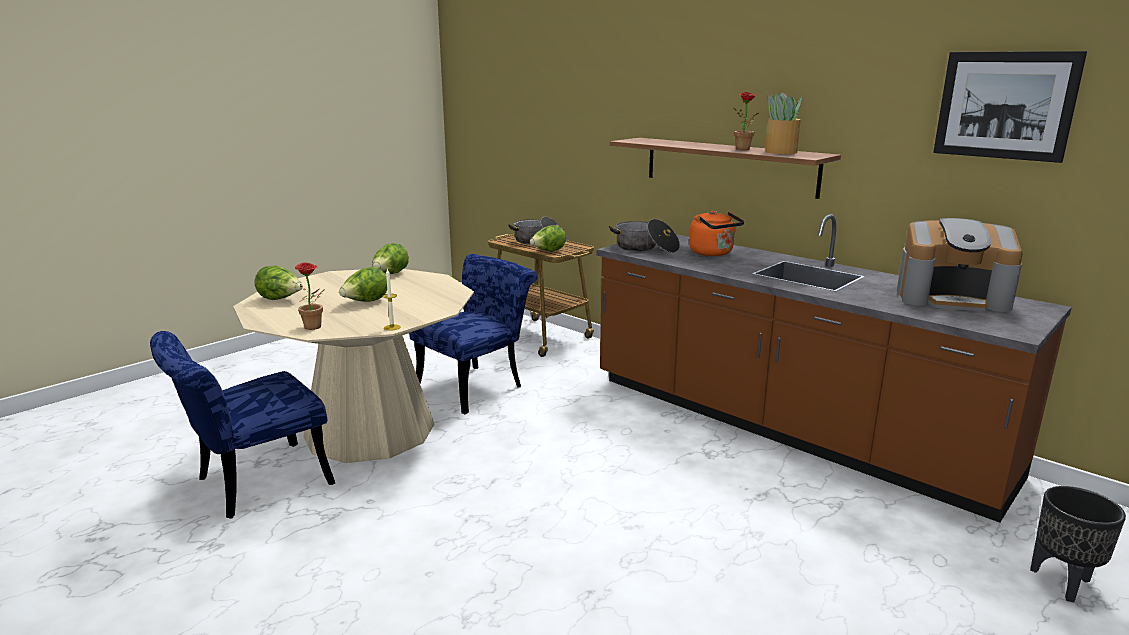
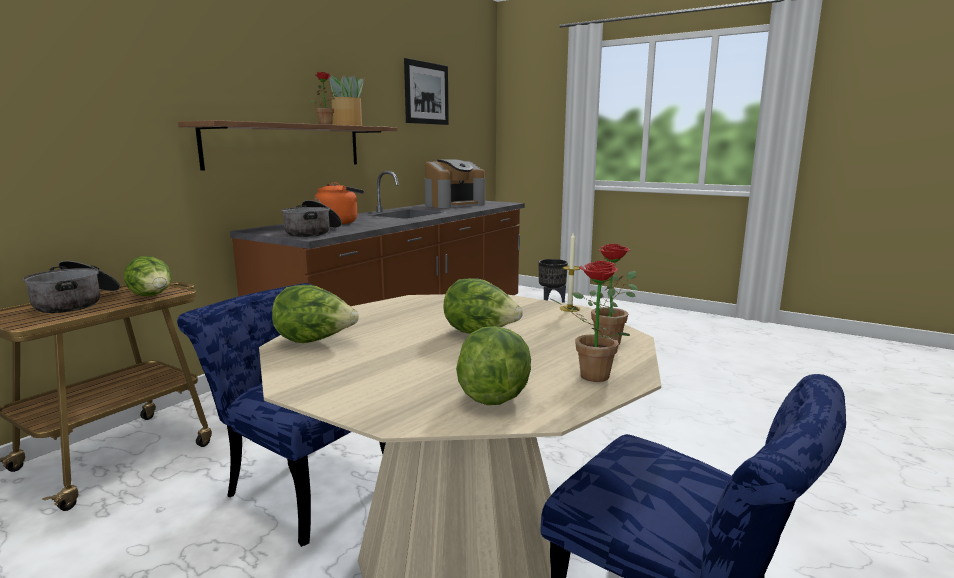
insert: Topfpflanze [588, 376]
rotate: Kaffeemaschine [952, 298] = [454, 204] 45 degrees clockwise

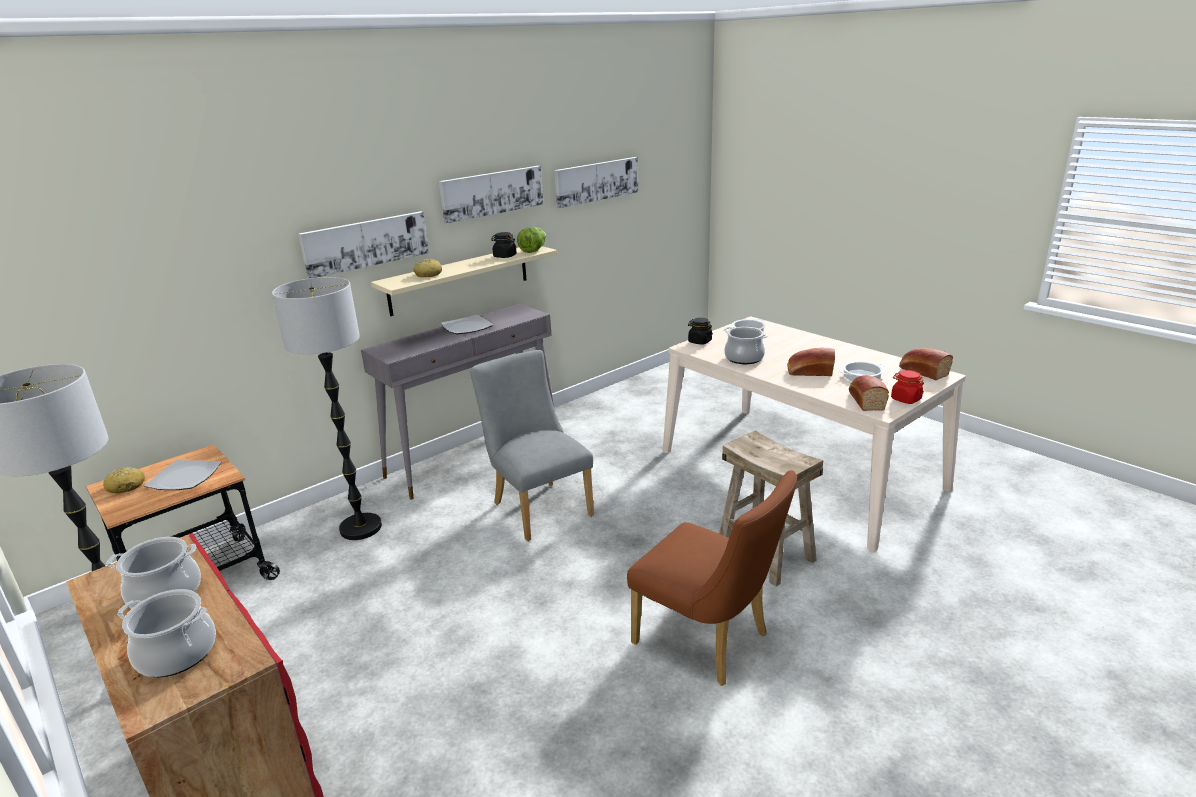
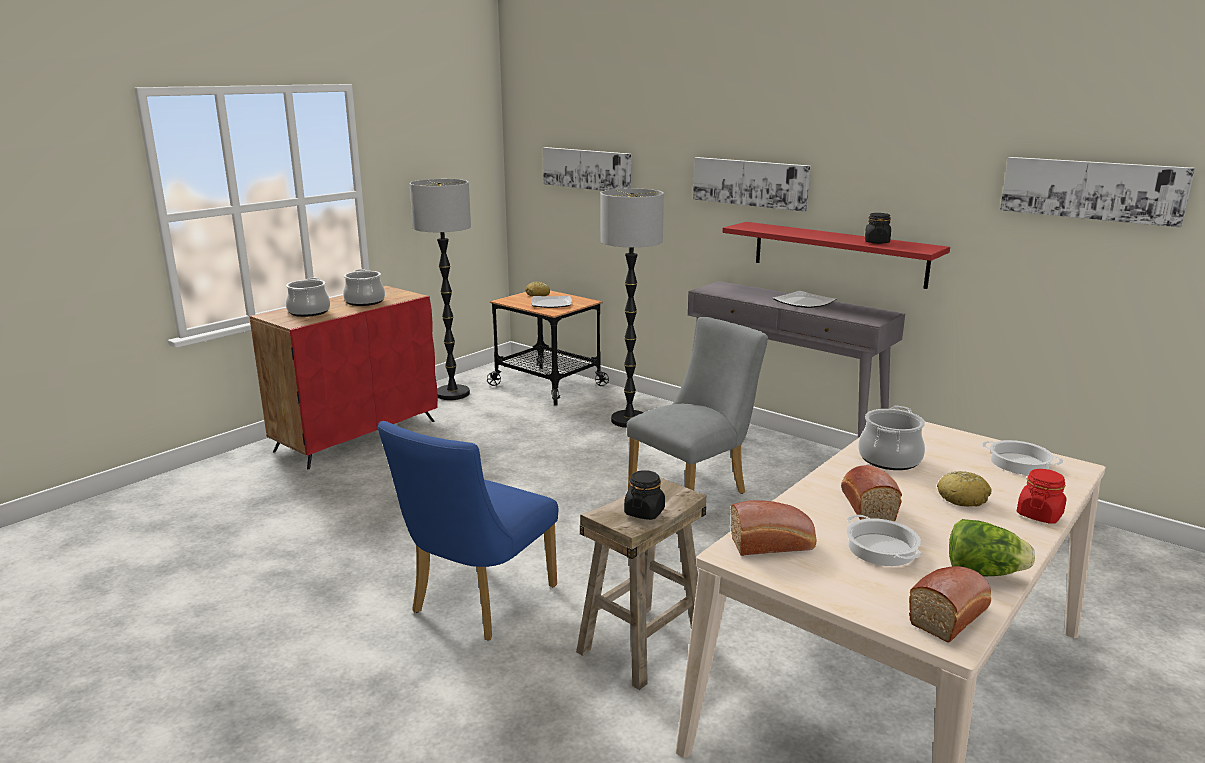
move: Bild [492, 193] to [587, 169]; Vorratsglas/schwarz [699, 341] to [644, 512]; Brot [428, 274] to [962, 498]; Salatkopf [533, 250] to [983, 573]; Vorratsglas/rot [905, 399] to [1039, 515]
recolor: Stuhl/braun [709, 642] to Stuhl/blau [477, 604]; Wandregal/beige [460, 279] to Wandregal/rot [838, 254]

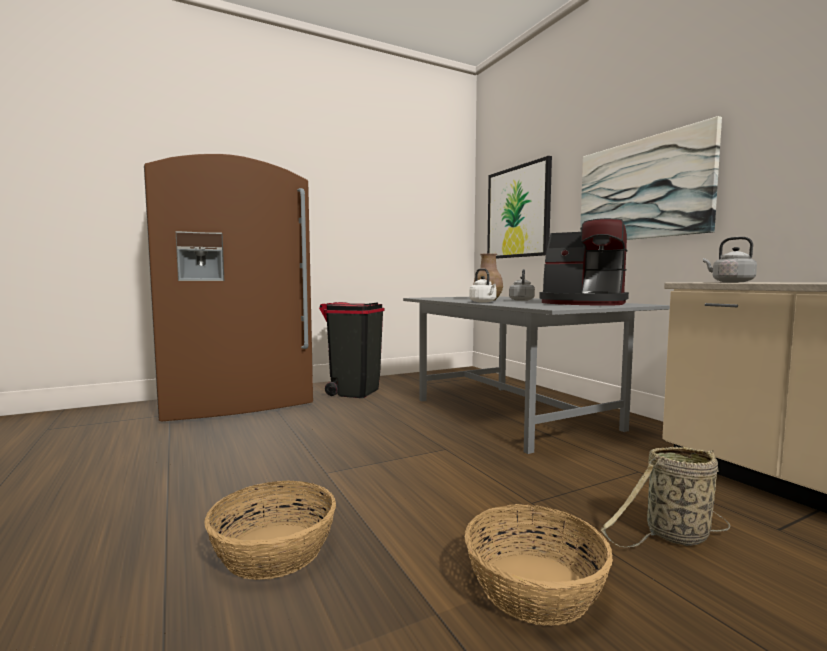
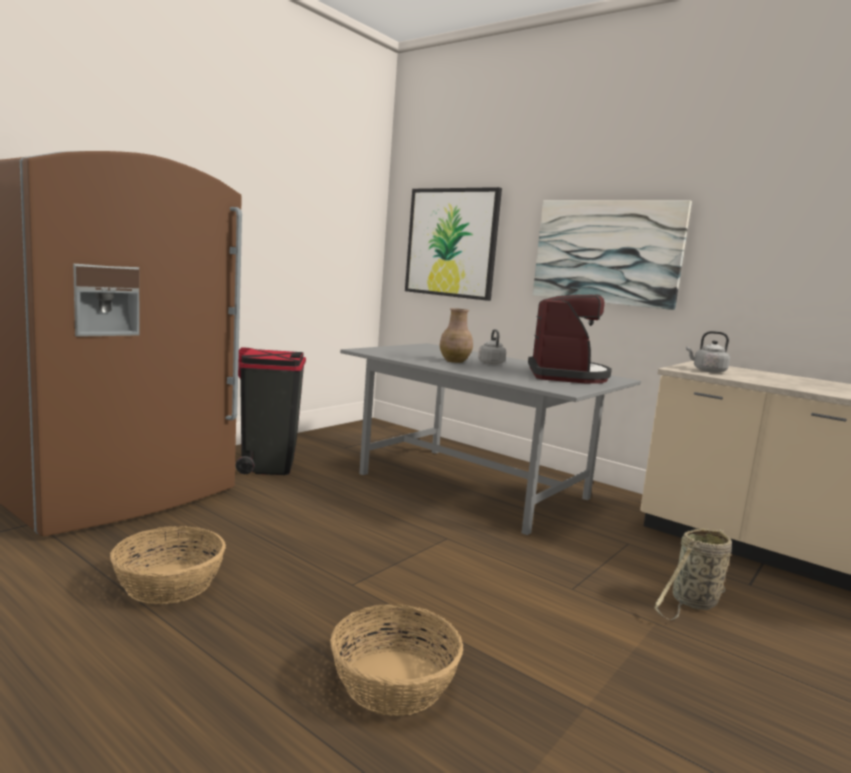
delete: Wasserkessel/weiß [483, 302]
move: Korb [533, 586] to [168, 583]
rotate: Kaffeemaschine [583, 303] = [566, 375] 90 degrees counterclockwise

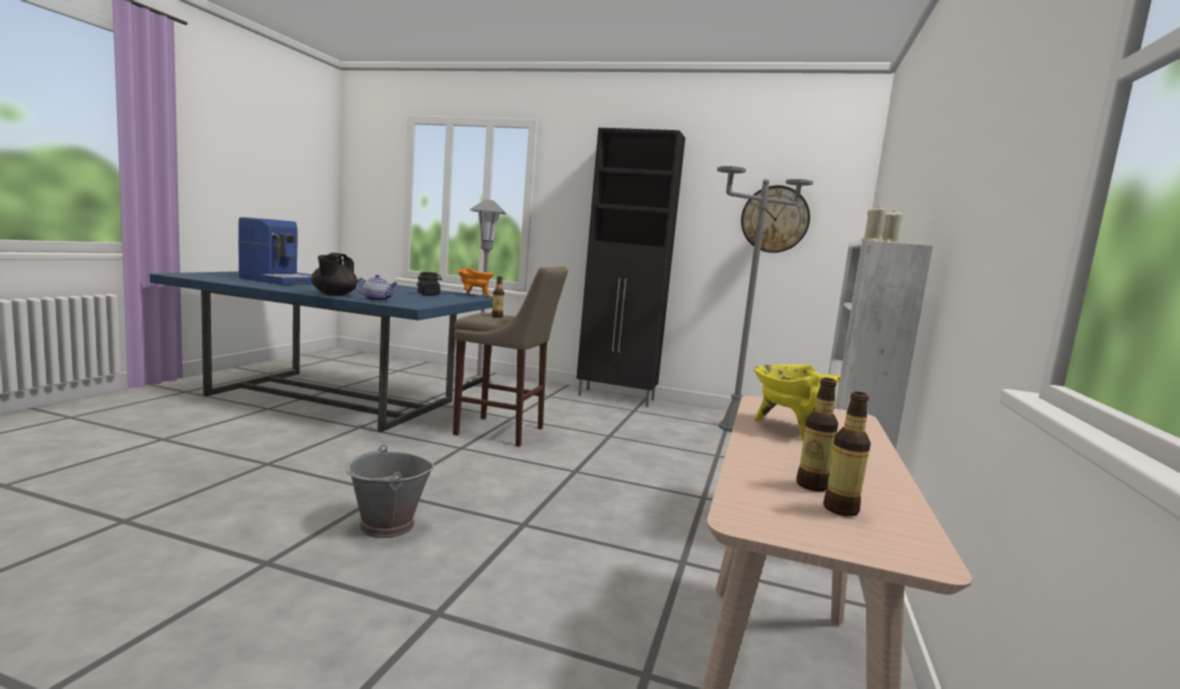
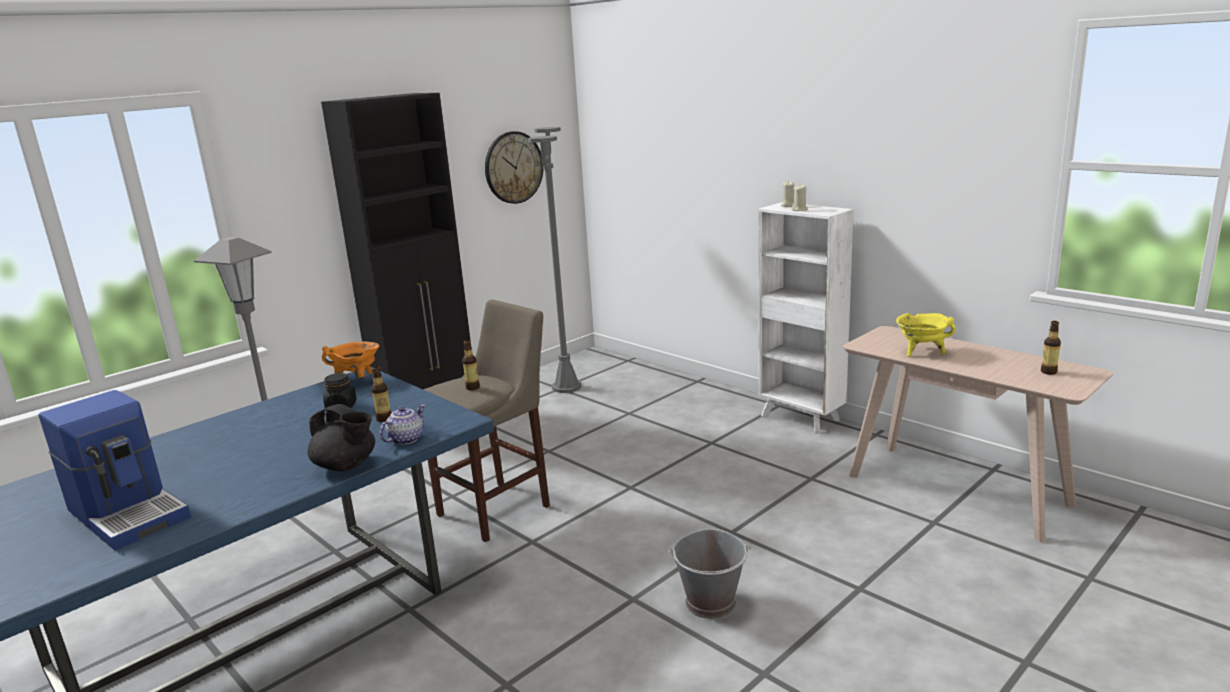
move: Flasche [811, 486] to [384, 419]
rotate: Kaffeemaschine [278, 281] = [130, 513] 75 degrees clockwise

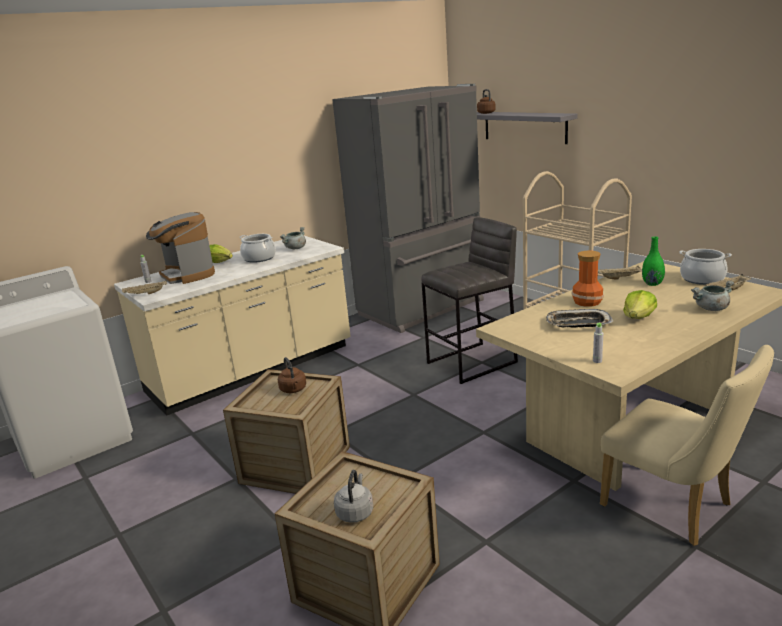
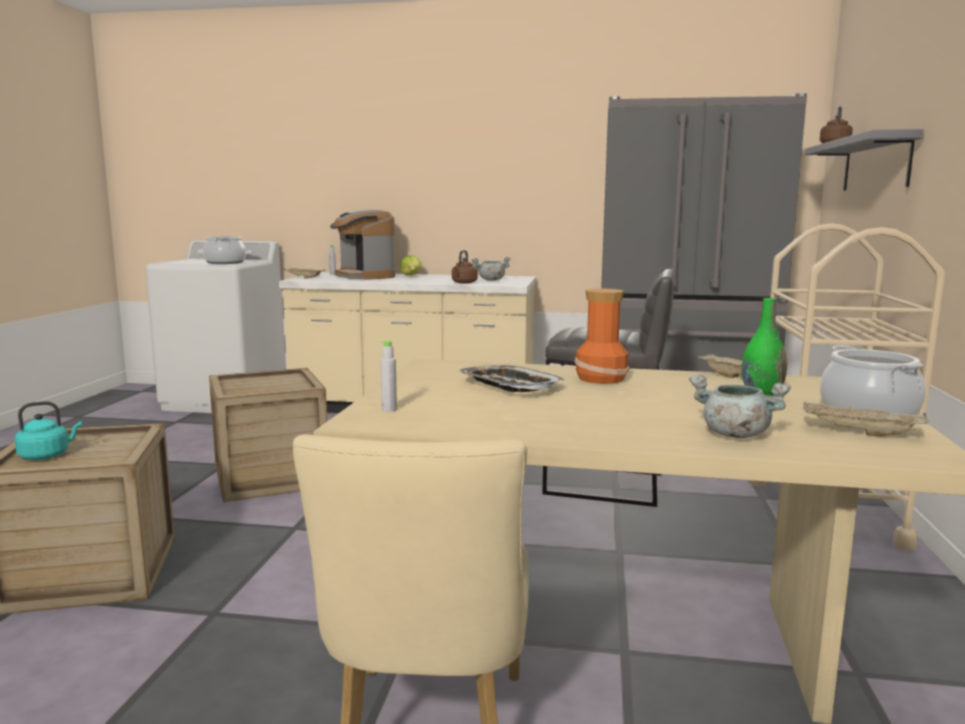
delete: Salatkopf [638, 317]
move: Kochtopf [259, 258] to [225, 263]; Wasserkessel/braun [293, 390] to [463, 283]
recolor: Wasserkessel/grau [355, 512] to Wasserkessel/türkis [47, 455]
rotate: Kaffeemaschine [187, 275] = [365, 276] 45 degrees counterclockwise

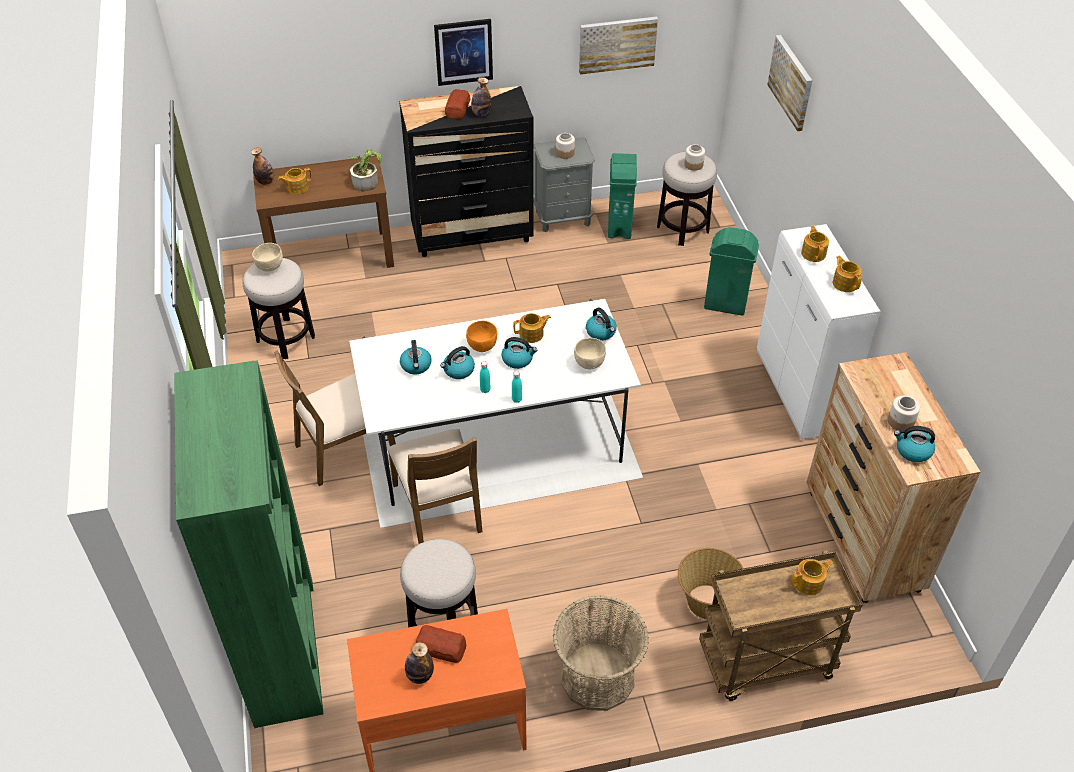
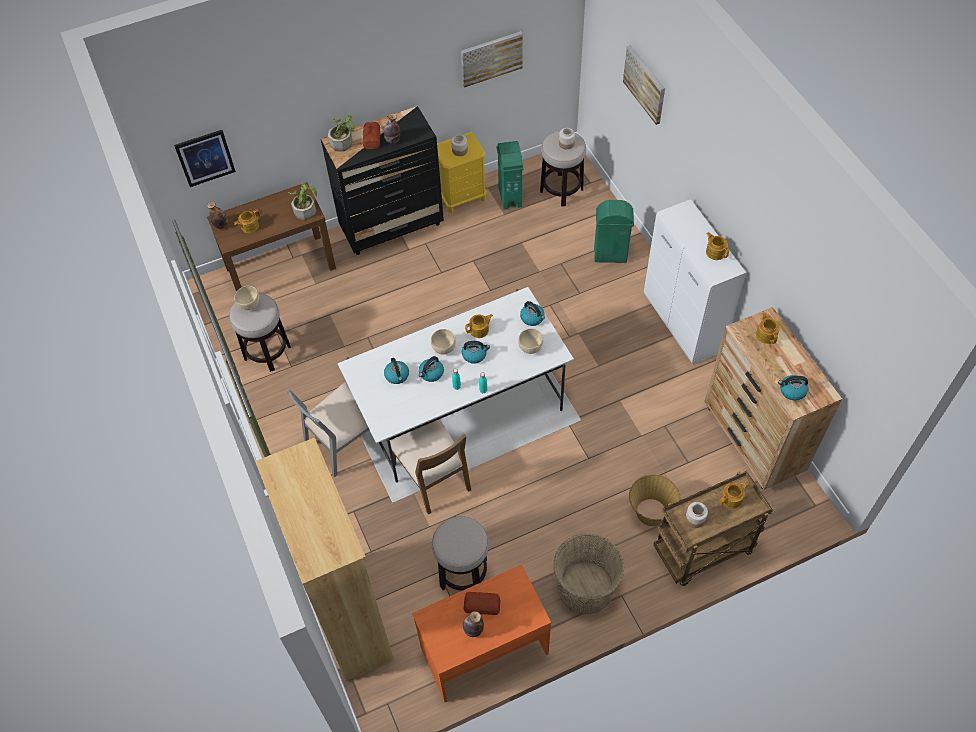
insert: Topfpflanze [343, 141]
move: Bild [463, 52] to [205, 158]; Vorratsglas [900, 422] to [695, 519]; Teekanne [813, 253] to [766, 334]
recolor: Bücherregal/grün [284, 650] to Bücherregal/braun [349, 616]; Stuhl/braun [344, 449] to Stuhl/grau [345, 441]; Schüssel/orange [482, 347] to Schüssel/beige [444, 348]; Nachttisch/grau [563, 218] to Nachttisch/gelb [462, 196]

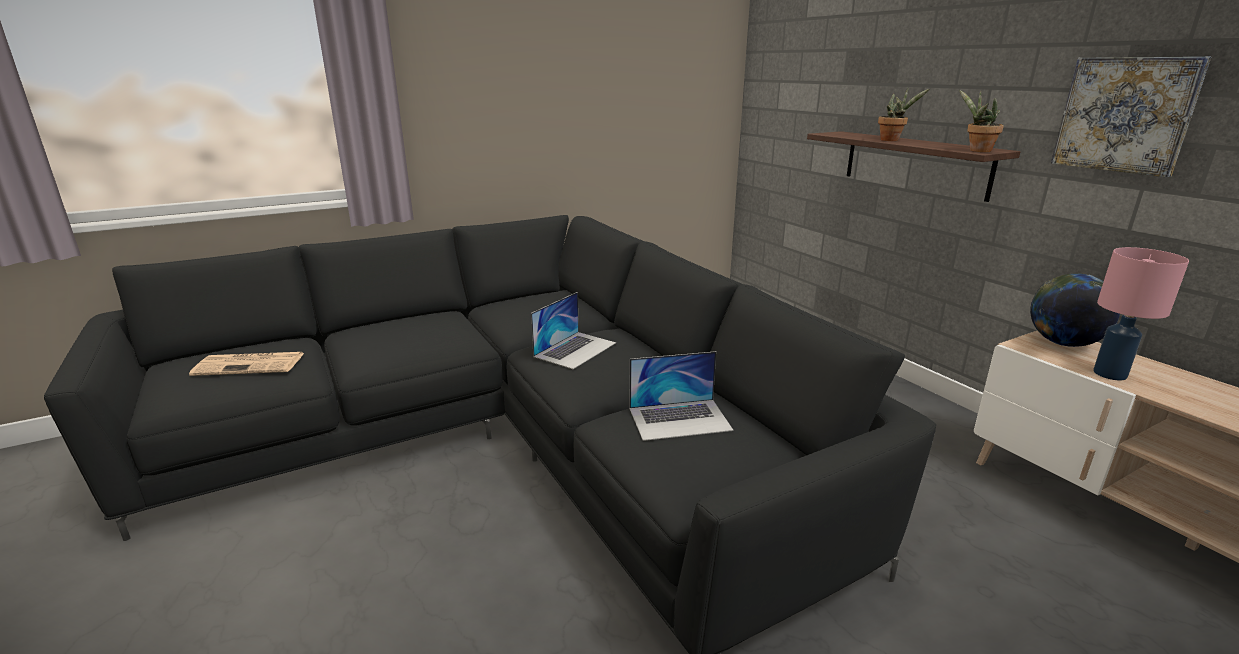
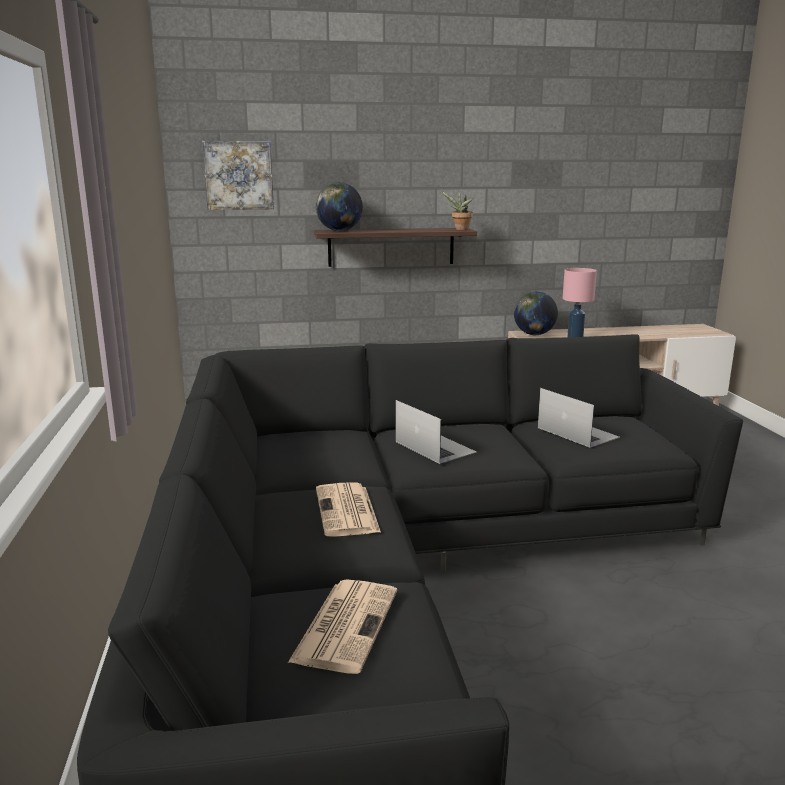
delete: Topfpflanze [892, 140]
insert: Globus [339, 231]; Zeitung [347, 511]
move: Bild [1125, 115] to [238, 175]
rotate: Laptop [680, 419] = [577, 432] 45 degrees counterclockwise

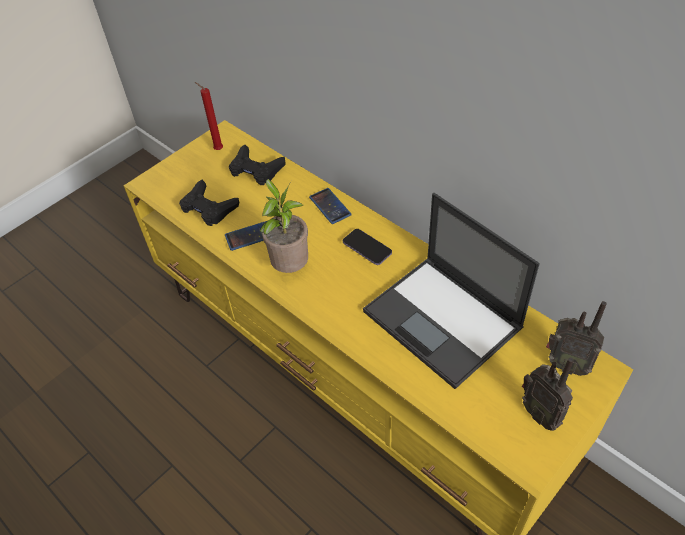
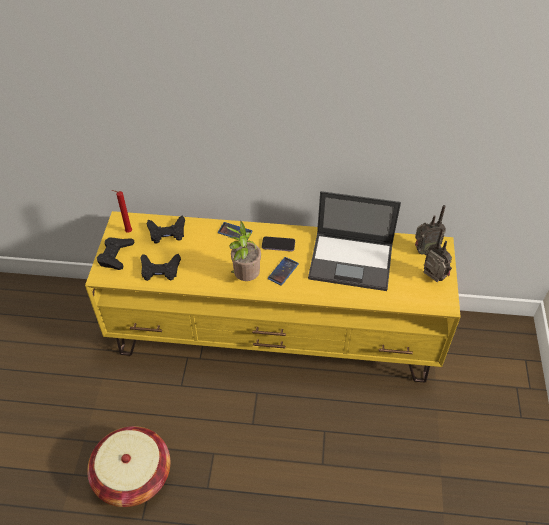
insert: Korb [133, 475]; Gamepad/schwarz [115, 255]
move: Handy [250, 236] to [283, 271]
rotate: Radio [541, 413] = [432, 279] 150 degrees counterclockwise

